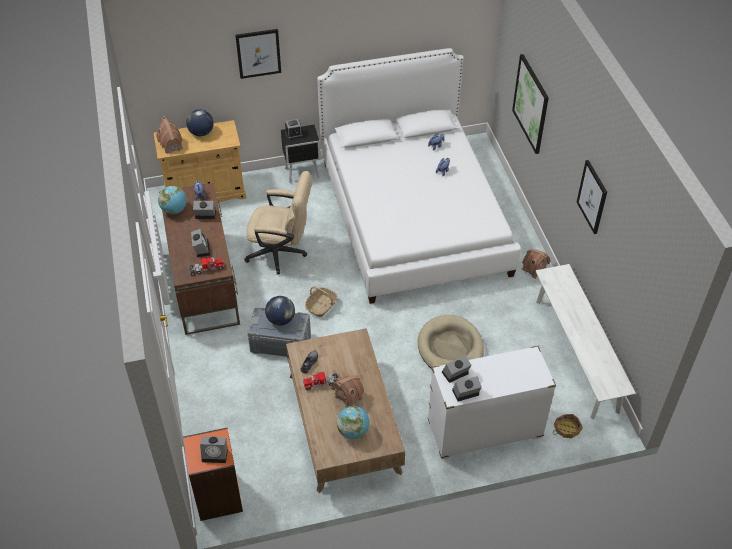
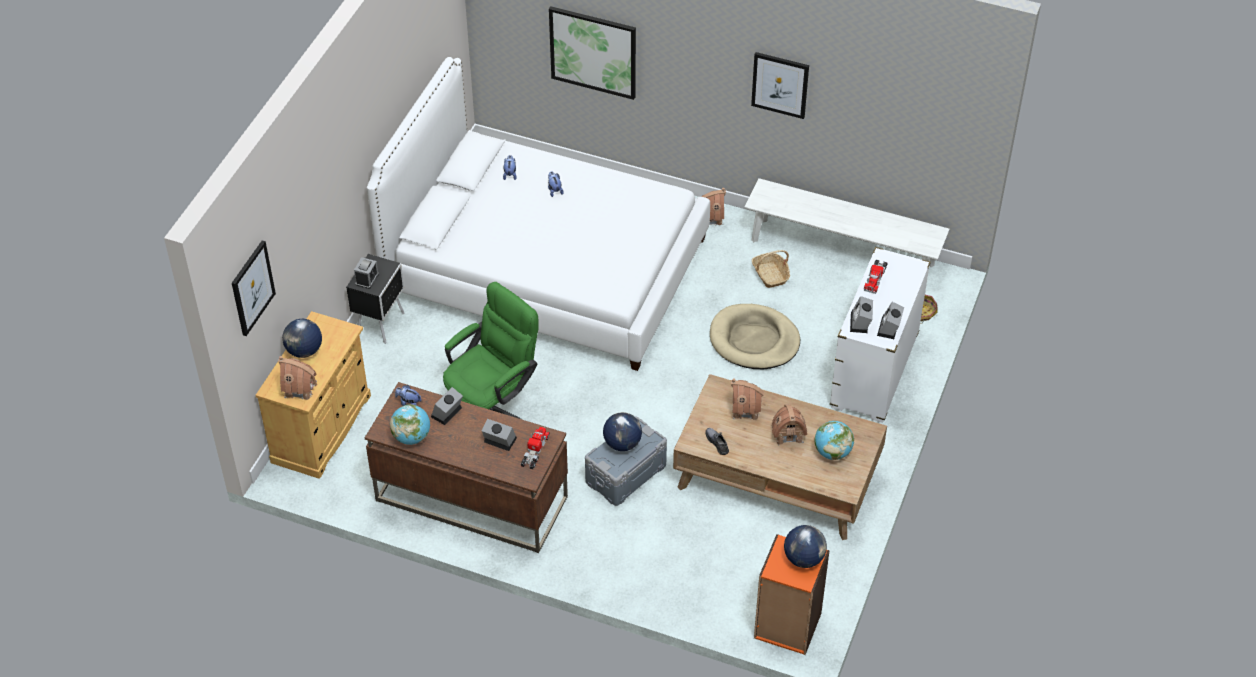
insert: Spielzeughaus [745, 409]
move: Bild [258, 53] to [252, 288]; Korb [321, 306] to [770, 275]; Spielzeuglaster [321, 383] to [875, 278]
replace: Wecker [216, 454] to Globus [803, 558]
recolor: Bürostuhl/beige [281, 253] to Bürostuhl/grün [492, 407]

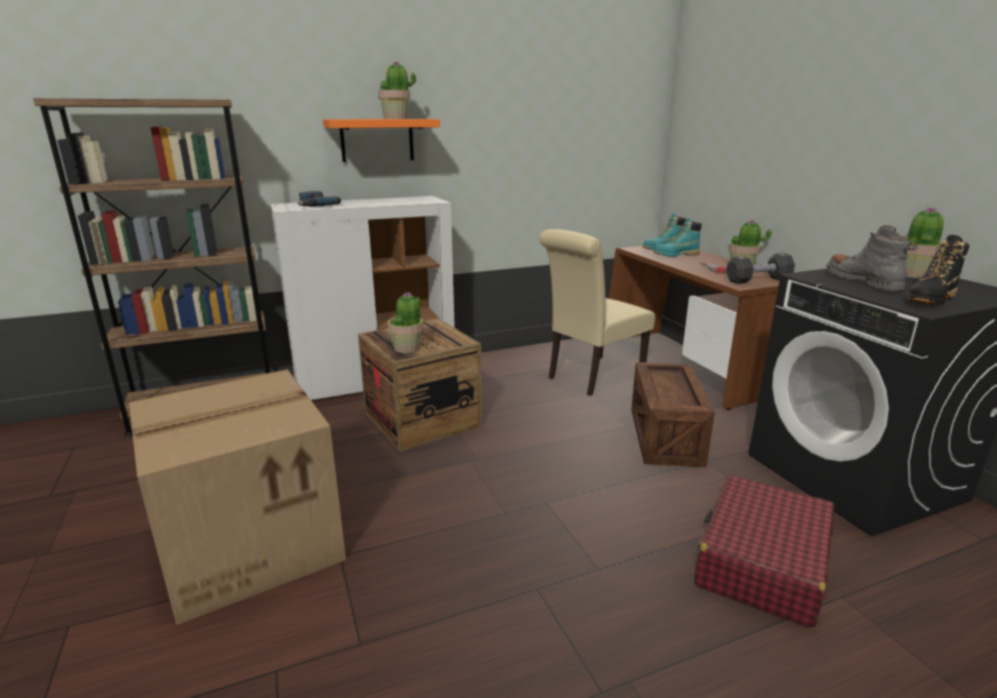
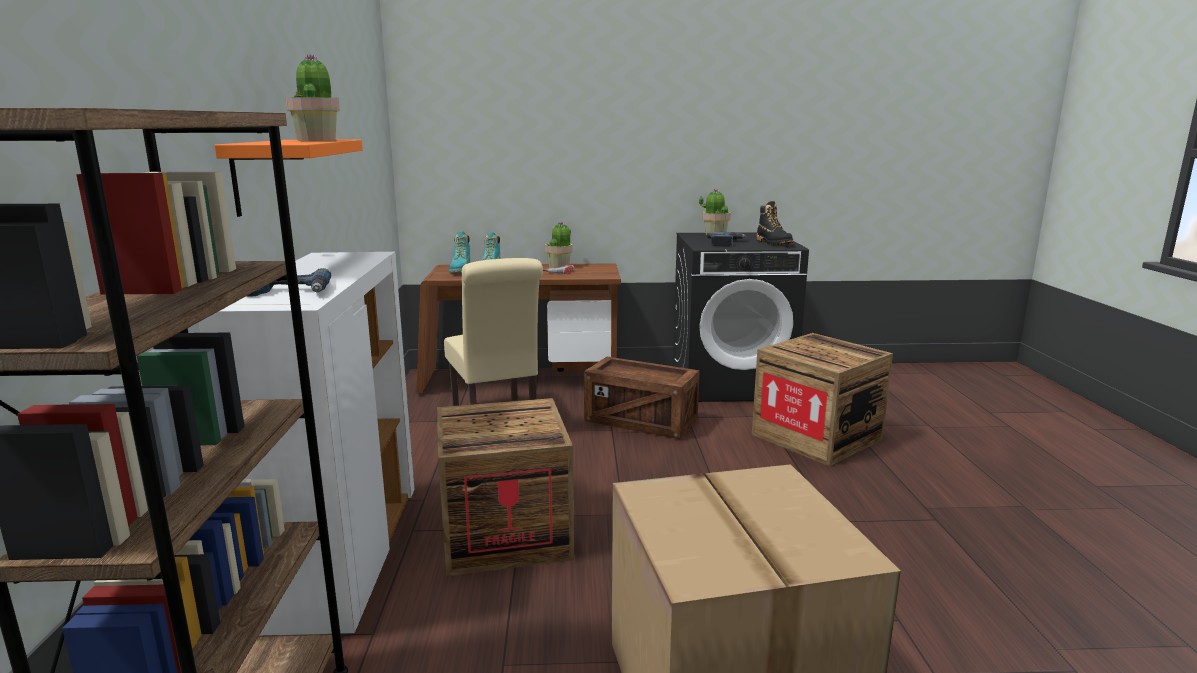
delete: Topfpflanze [407, 348]; Hantel/schwarz [758, 280]
replace: Stiefel/grau [863, 281] to Bohrmaschine [725, 243]; Koffer/rot [761, 563] to Kiste [816, 437]

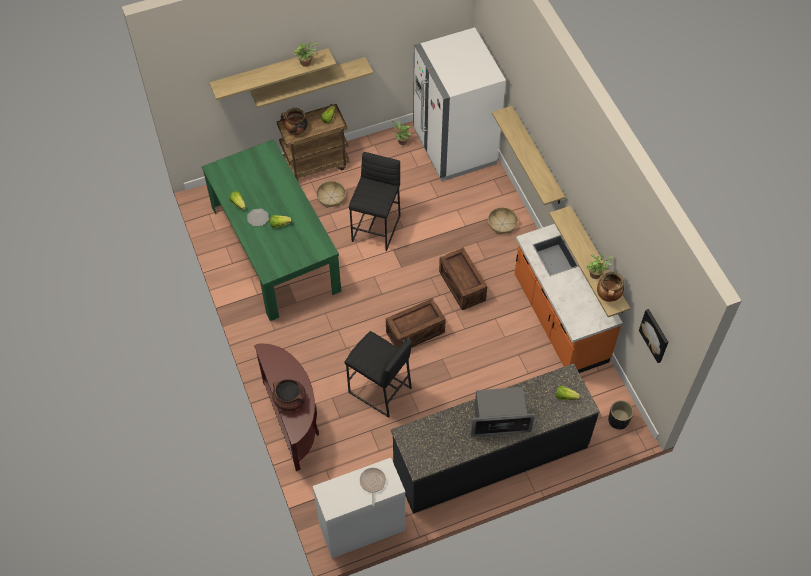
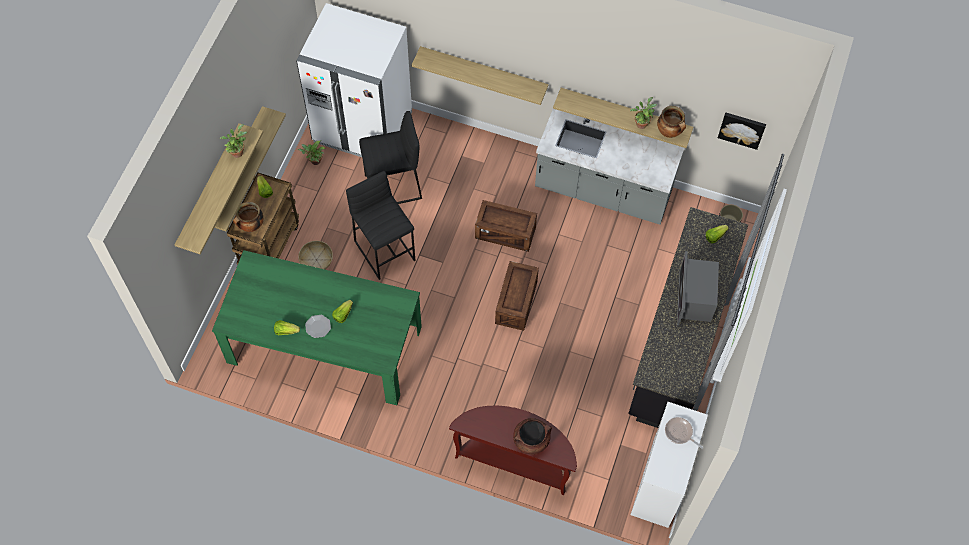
delete: Korb [502, 224]
move: Hocker/schwarz [379, 390] to [393, 187]
recolor: Küchenzeile/orange [559, 320] to Küchenzeile/grau [603, 191]
rotate: Mikrowelle [499, 420] = [694, 298] 150 degrees clockwise

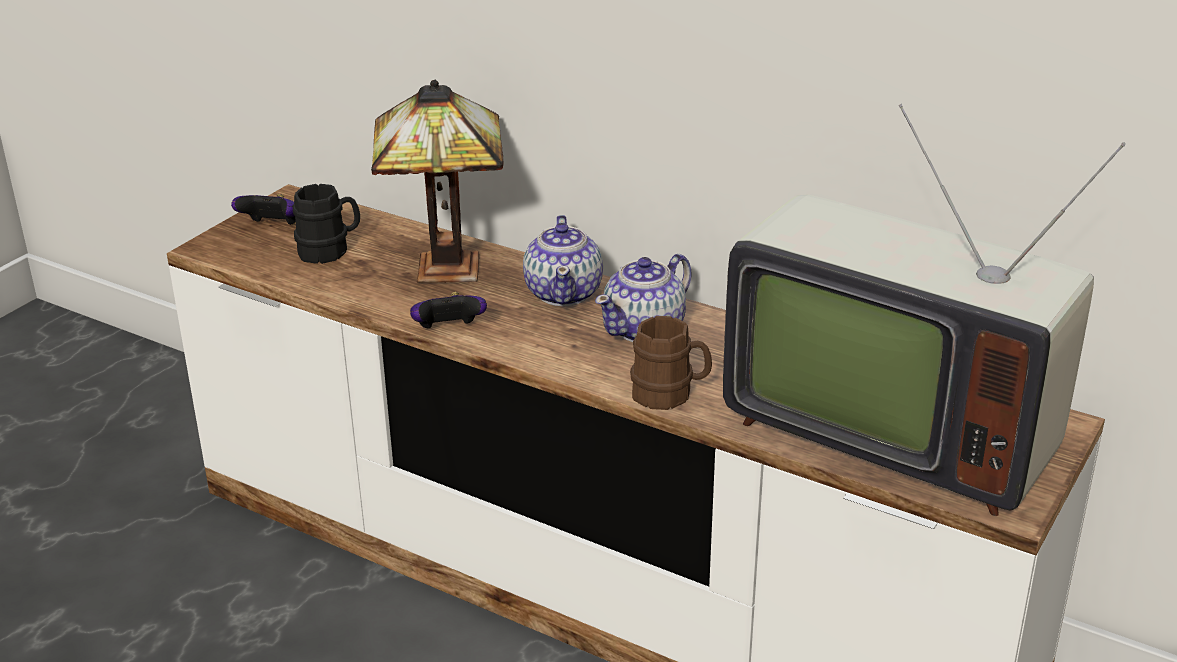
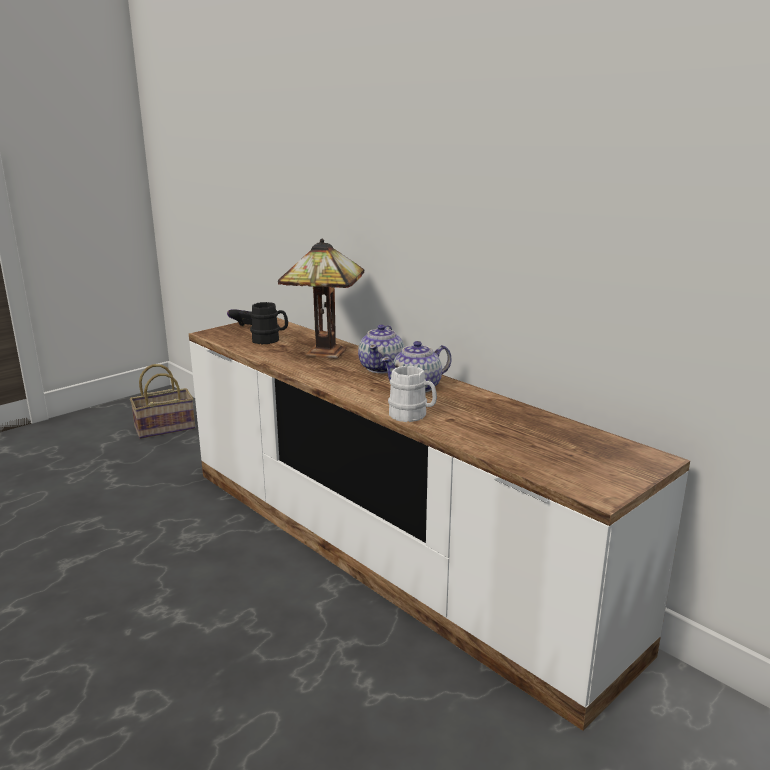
delete: Gamepad [448, 331]; Fernseher [890, 429]
insert: Korb [166, 427]
recolor: Henkelbecher/braun [670, 394] to Henkelbecher/weiß [412, 416]

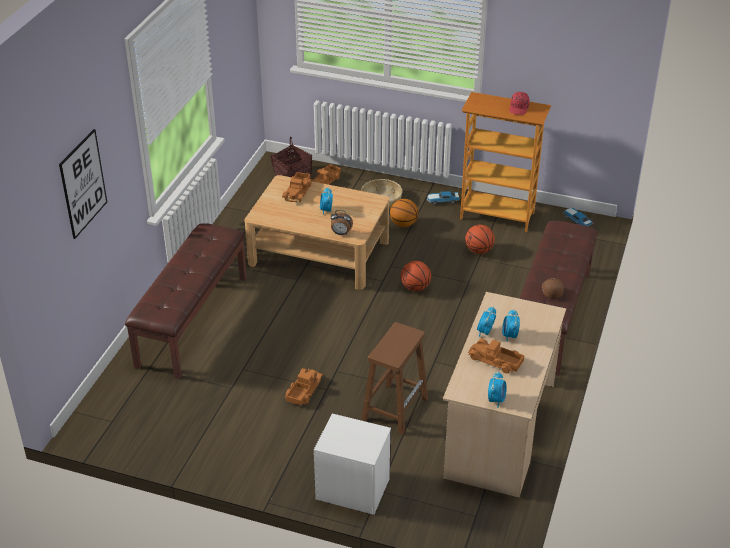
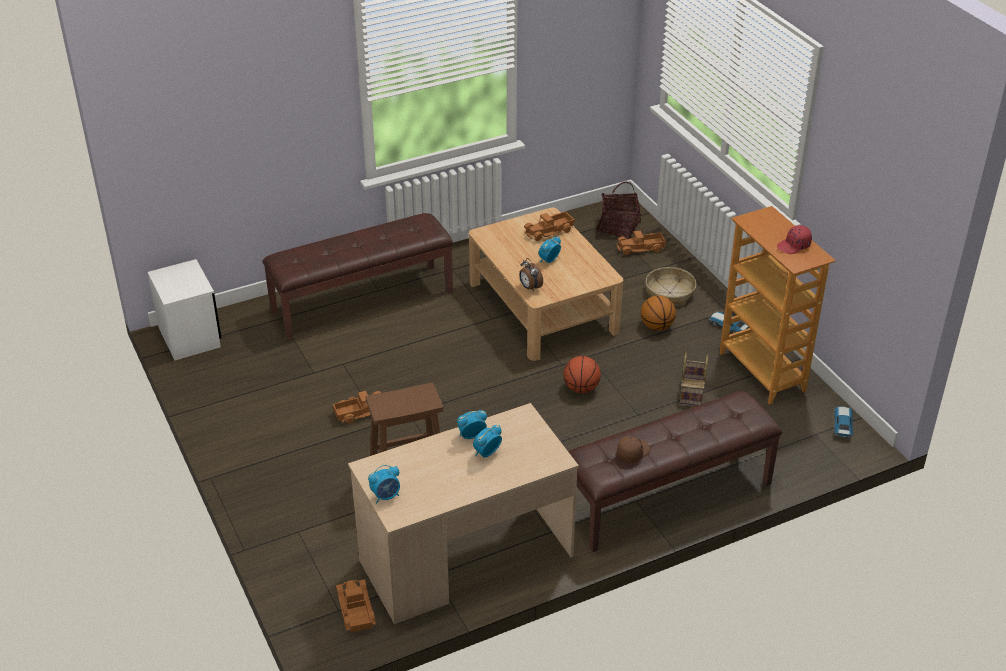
delete: Bild [83, 183]
move: Nachttisch/weiß [353, 488] to [190, 337]; Spielzeuglaster [495, 361] to [355, 610]
replace: Basketball [479, 250] to Korb [692, 392]

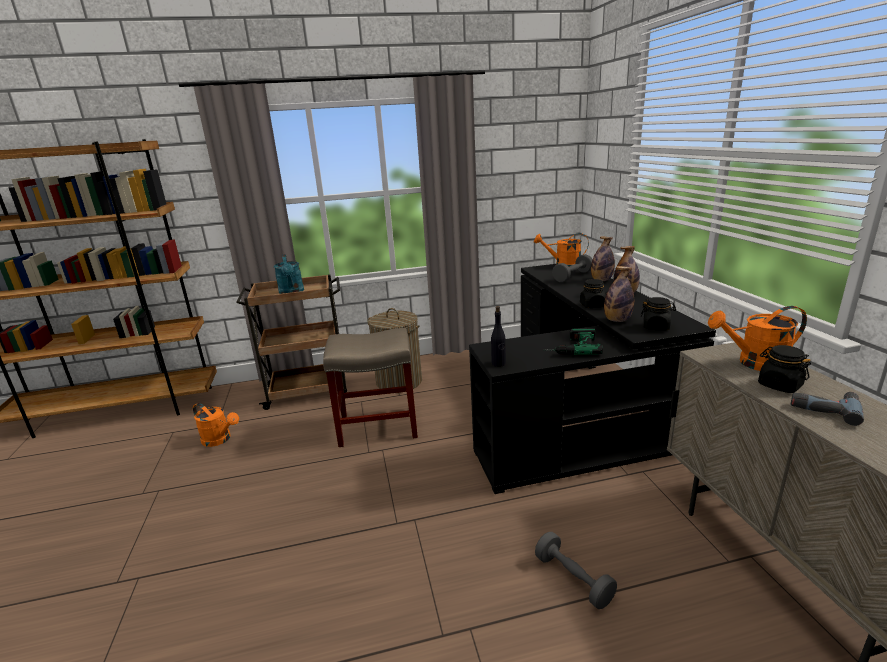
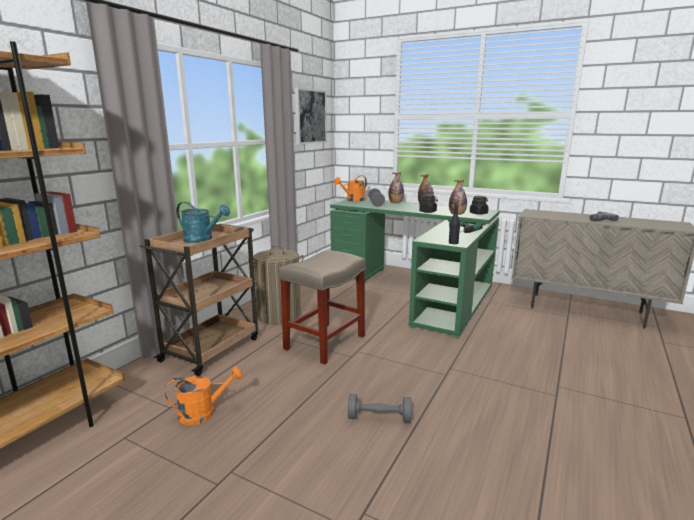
delete: Gießkanne/orange [755, 364]; Vorratsglas/schwarz [779, 385]
insert: Bild [310, 116]
move: Hantel/grau [573, 579] to [379, 418]
recolor: Schreibtisch/schwarz [579, 412] to Schreibtisch/grün [418, 290]

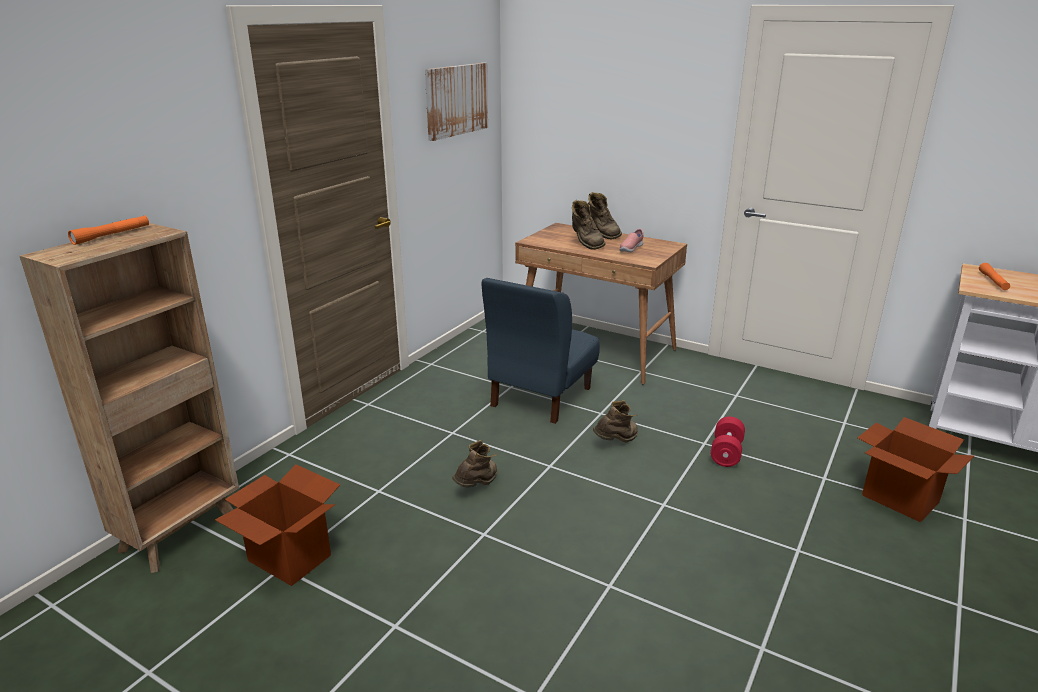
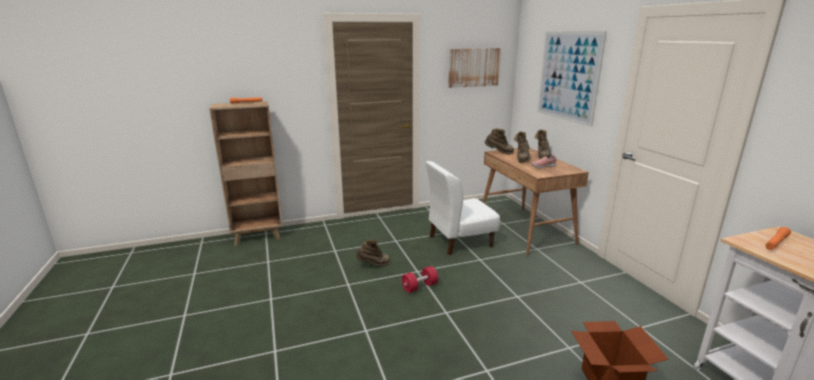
delete: Karton [289, 558]
insert: Bild [568, 76]
move: Hantel/rot [726, 453] to [419, 287]; Stiefel/braun [616, 442] to [499, 153]
recolor: Stuhl/blau [540, 397] to Stuhl/weiß [459, 241]

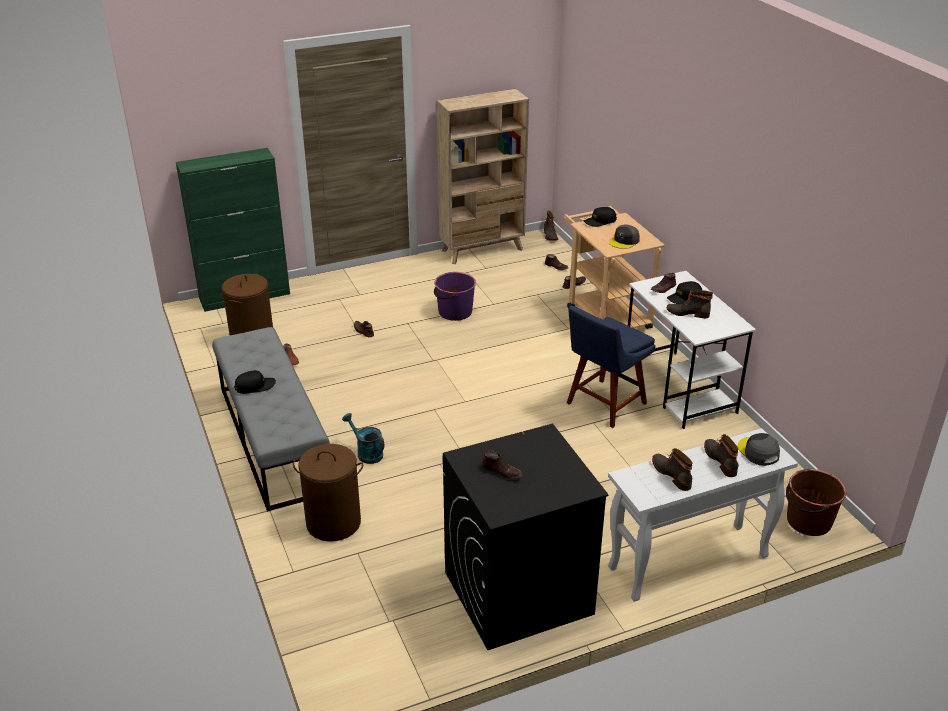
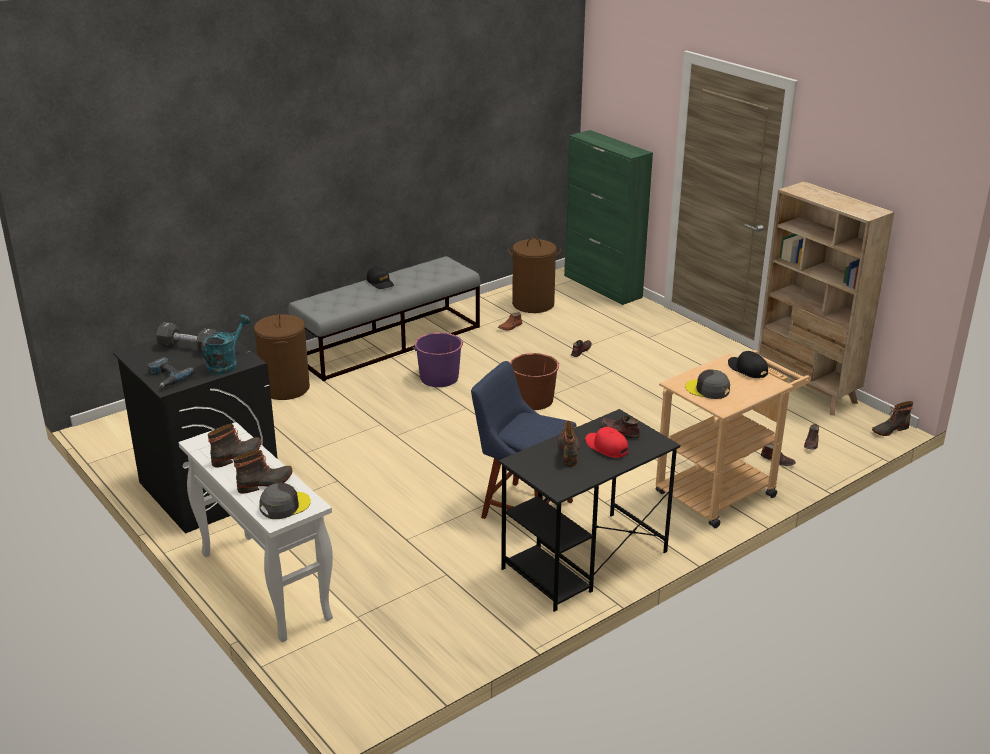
insert: Bohrmaschine [166, 377]
move: Gießkanne/türkis [366, 453] to [226, 364]; Eimer/lila [454, 312] to [439, 378]; Eimer/braun [808, 521] to [533, 400]
replace: Schuh/braun [502, 471] to Hantel/schwarz [189, 348]
recolor: Schreibtisch/weiß [679, 389] to Schreibtisch/schwarz [584, 561]; Kappe/schwarz [684, 297] to Kappe/rot [606, 447]

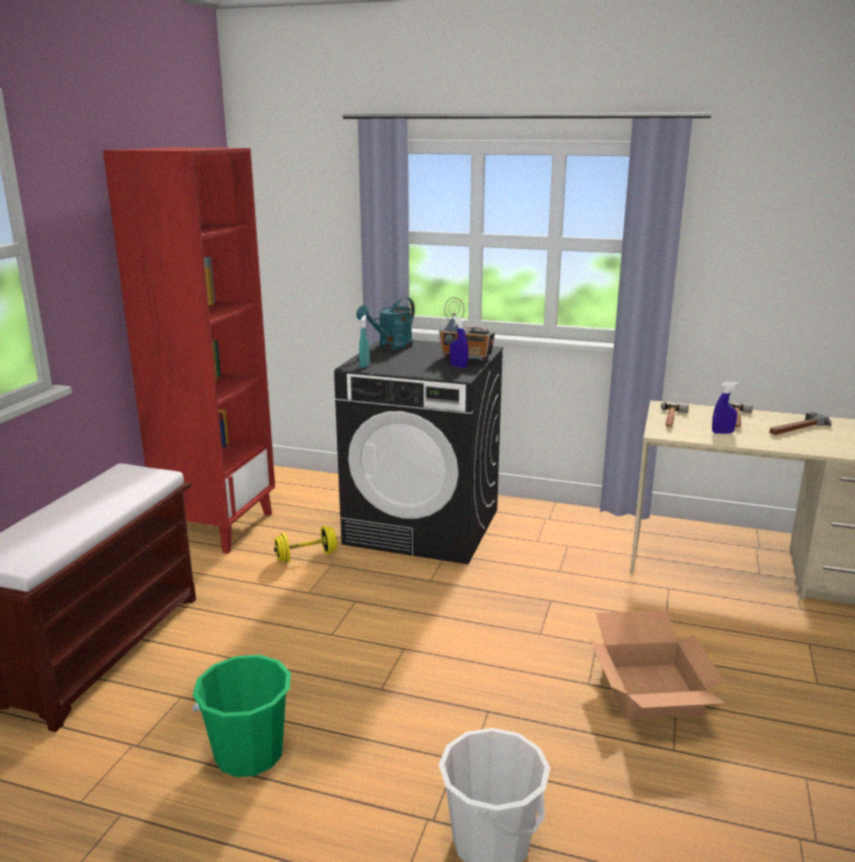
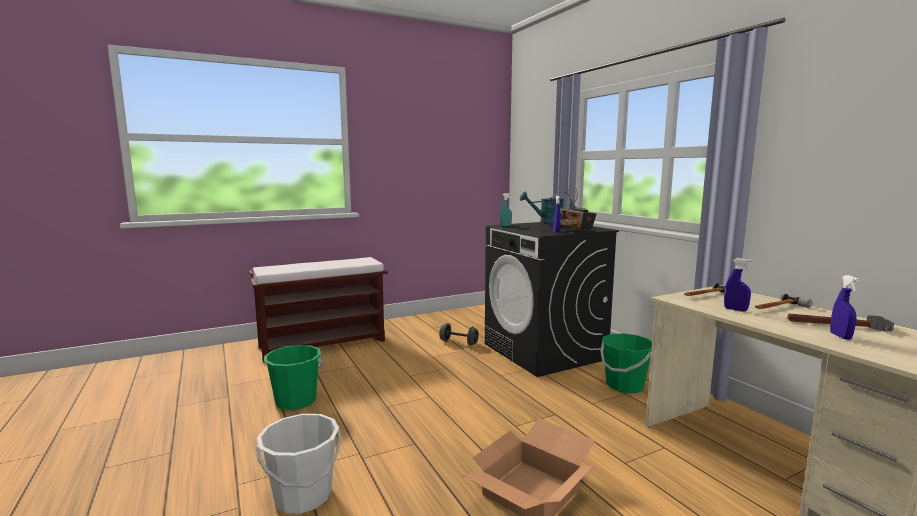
delete: Bücherregal/rot [218, 527]
insert: Eimer/grün [624, 385]; Sprühflasche/blau [840, 336]
recolor: Hantel/gelb [306, 556] to Hantel/grau [458, 343]

